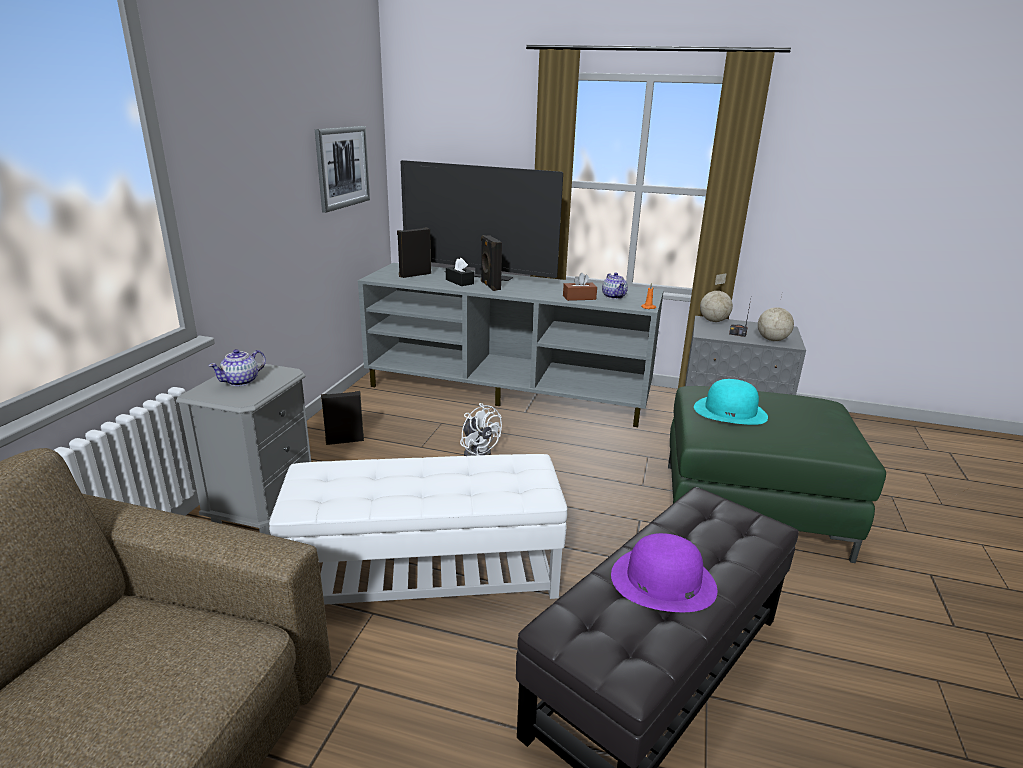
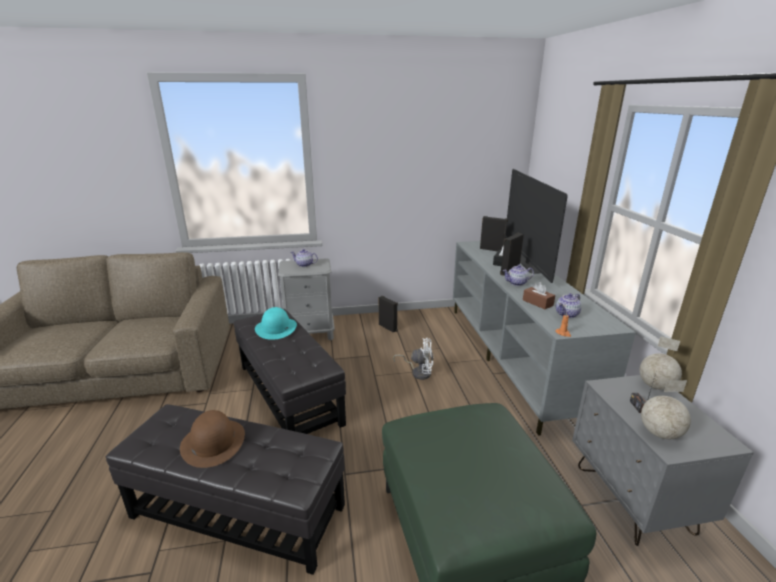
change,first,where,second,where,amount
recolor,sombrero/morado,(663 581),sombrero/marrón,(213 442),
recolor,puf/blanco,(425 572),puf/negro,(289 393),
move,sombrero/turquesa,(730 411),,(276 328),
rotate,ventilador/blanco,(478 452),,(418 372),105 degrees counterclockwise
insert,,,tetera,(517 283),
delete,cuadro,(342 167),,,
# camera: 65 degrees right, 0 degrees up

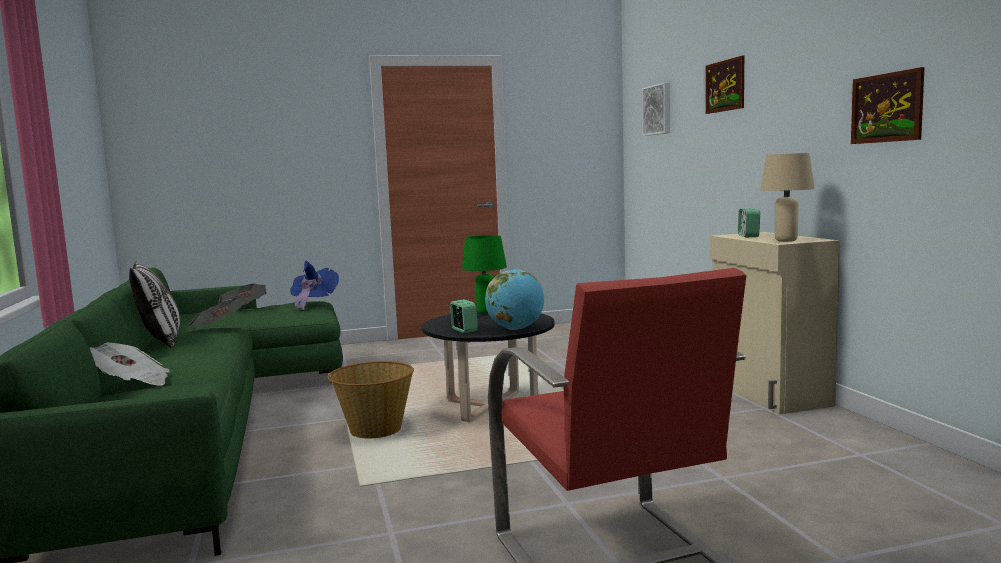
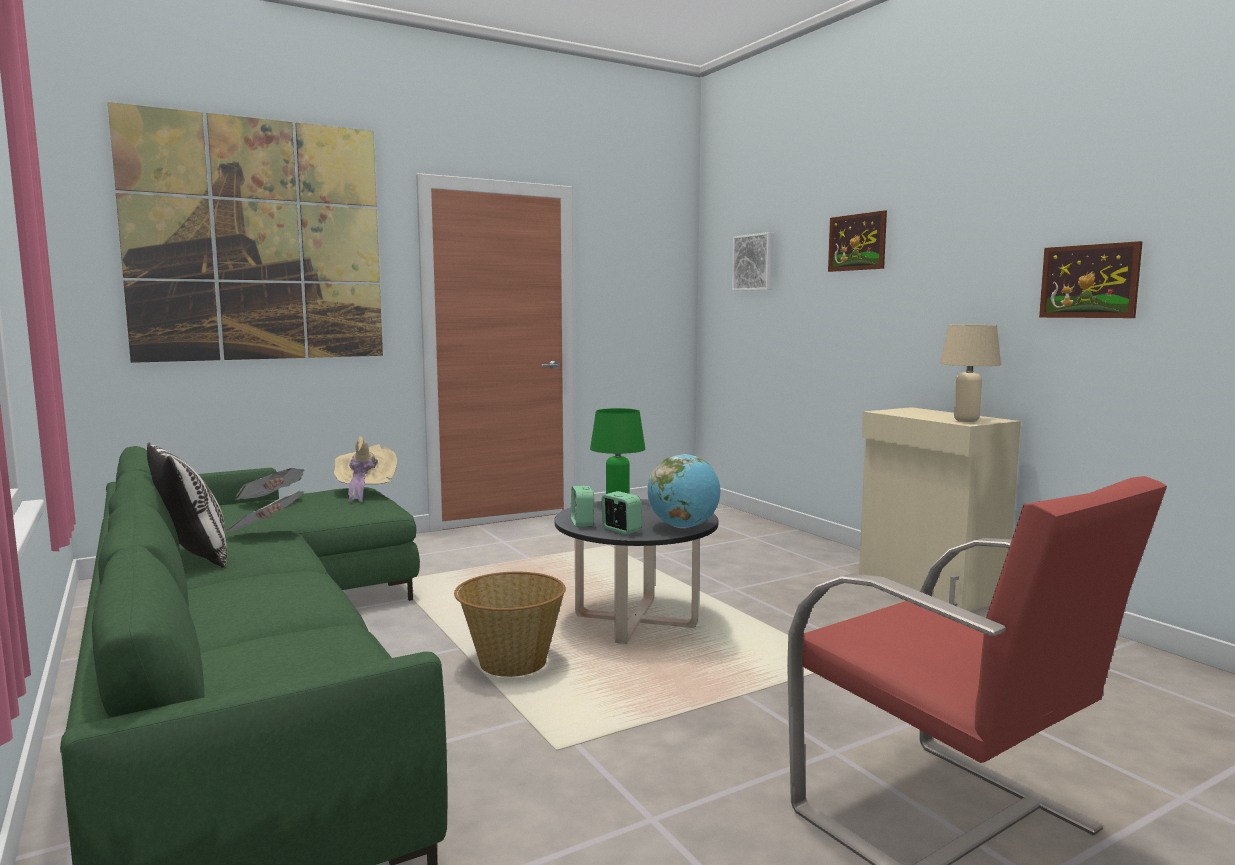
change,first,where,second,where,amount
insert,,,cuadro,(257 241),
recolor,sombrero/azul,(313 304),sombrero/beis,(365 492),
move,despertador,(748 236),,(582 523),
delete,periódico,(131 383),,,
# camera: 15 degrees left, 0 degrees up

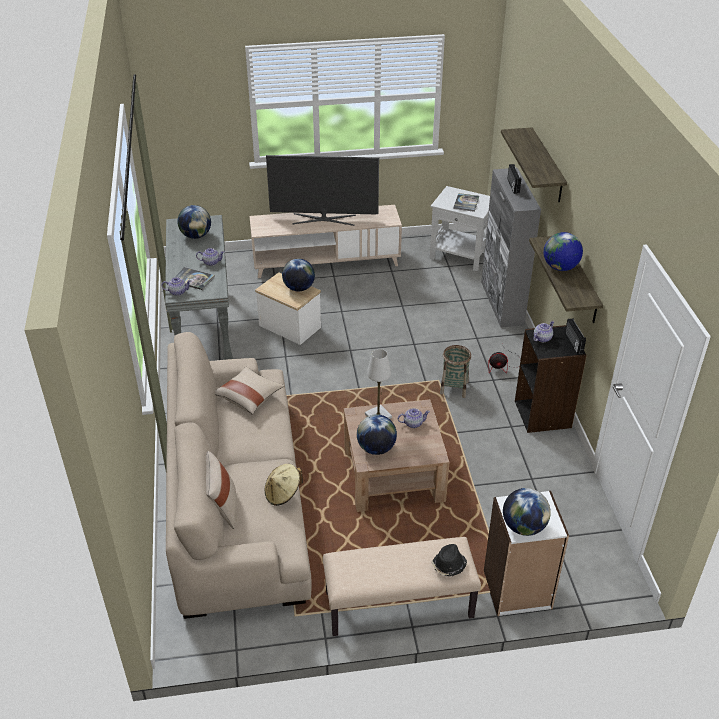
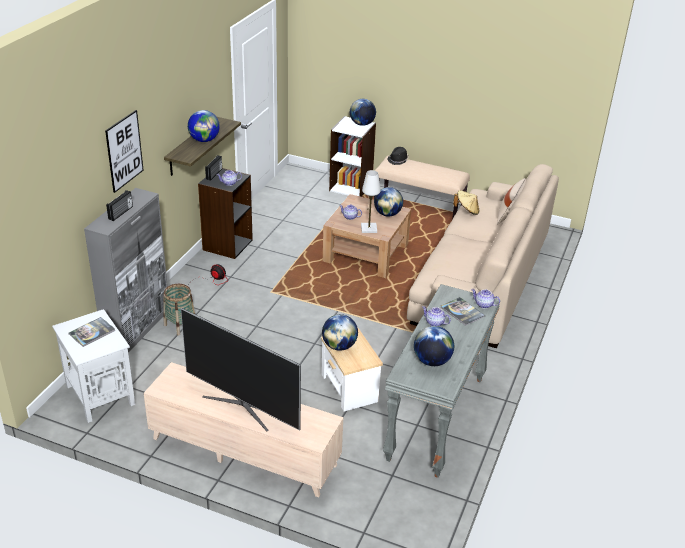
change,first,where,second,where,amount
replace,estante,(547 166),cuadro,(124 151),
move,cesta,(454 388),,(180 325),
delete,cojín/beis,(249 397),,,
# camera: 150 degrees left, 5 degrees down

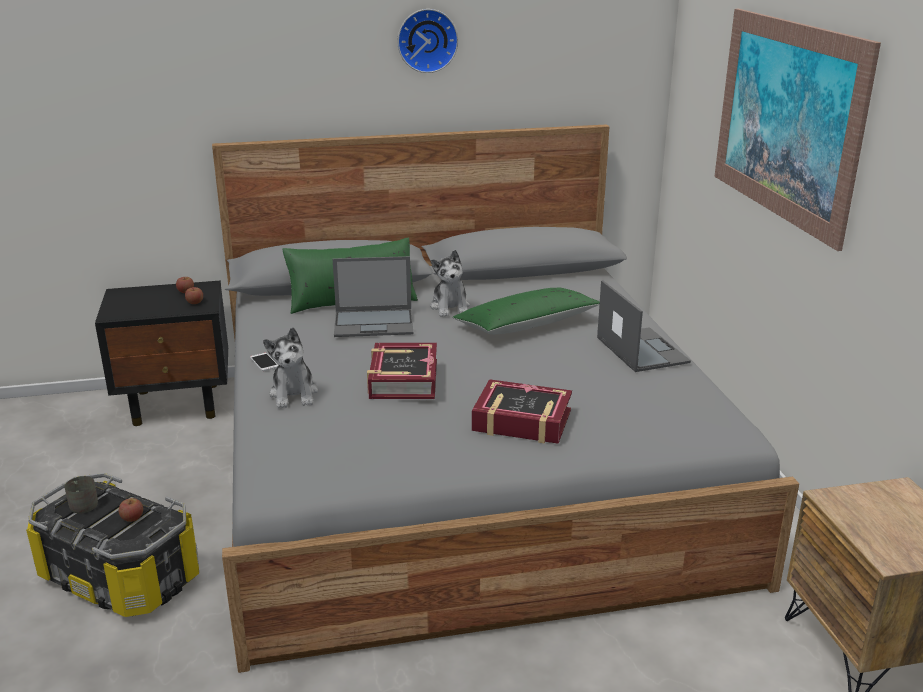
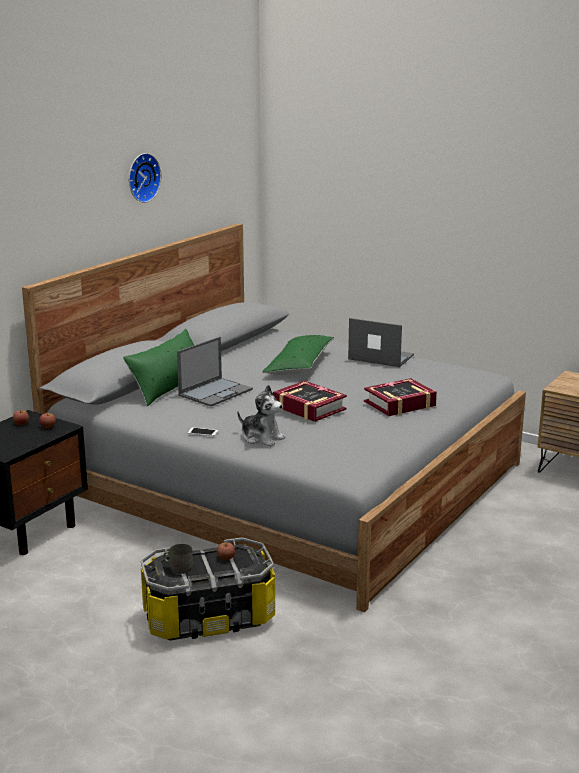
change,first,where,second,where,amount
delete,peluche,(450 307),,,
delete,cuadro,(786 120),,,
# camera: 45 degrees left, 5 degrees down

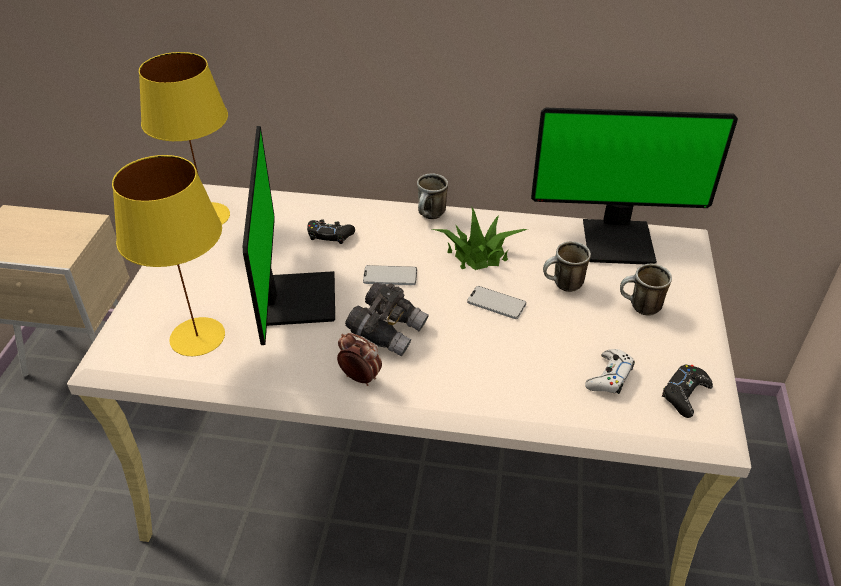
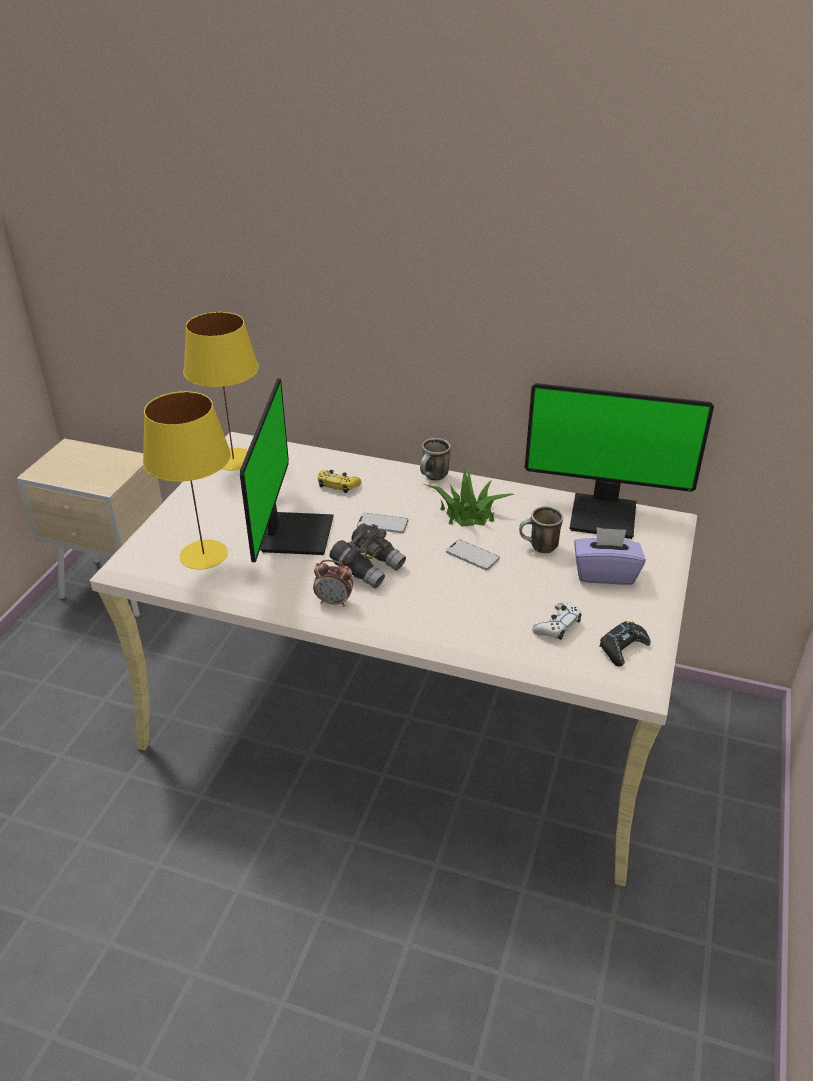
change,first,where,second,where,amount
rotate,despertador,(360 378),,(334 601),150 degrees clockwise
recolor,mando de consola/negro,(330 235),mando de consola/amarillo,(338 485),
replace,taza grande,(639 308),caja de pañuelos/morado,(605 573),
# camera: 10 degrees right, 5 degrees down

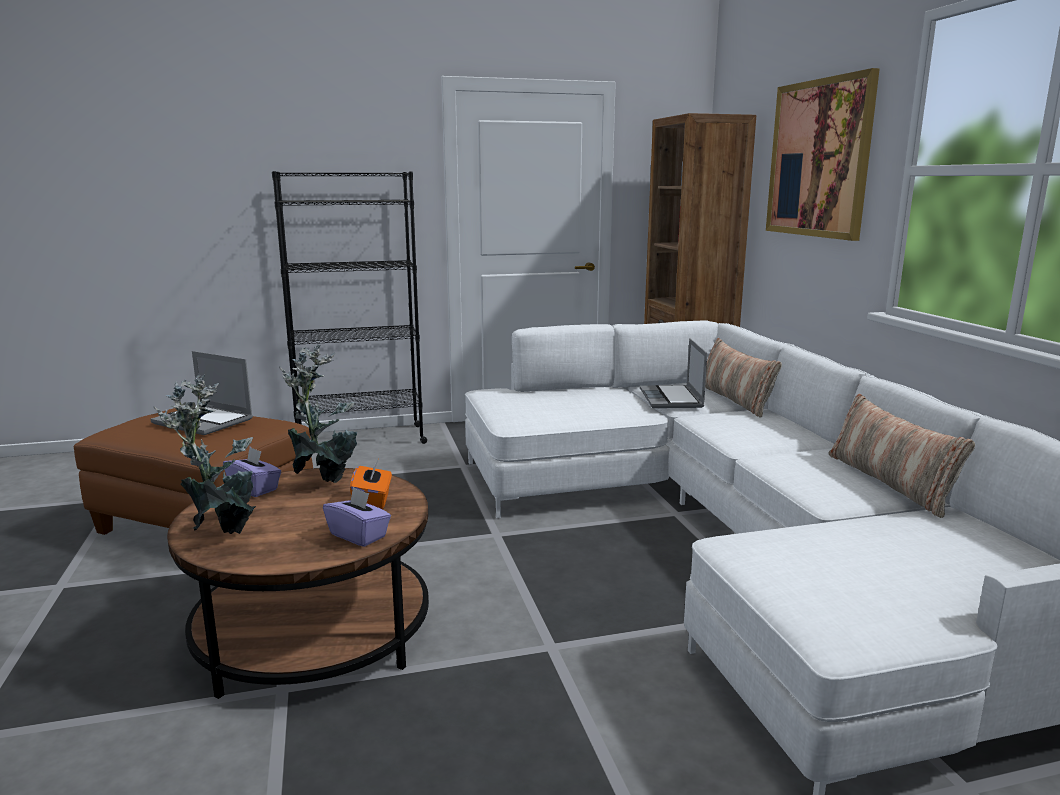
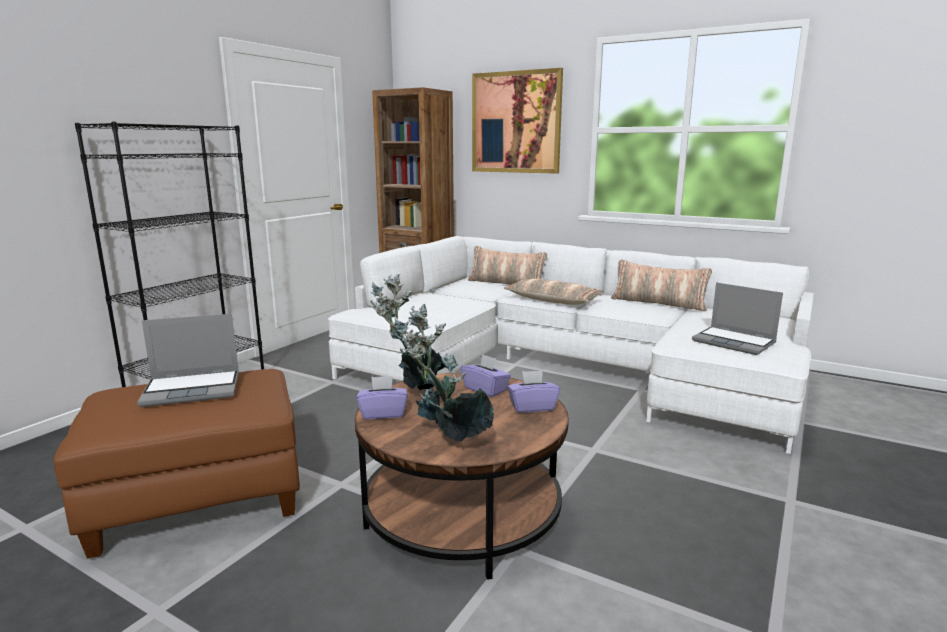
change,first,where,second,where,amount
recolor,caja de pañuelos/naranja,(373 502),caja de pañuelos/morado,(485 389),
insert,,,cojín,(552 300),
move,portátil,(672 399),,(735 342),
# camera: 45 degrees left, 0 degrees up

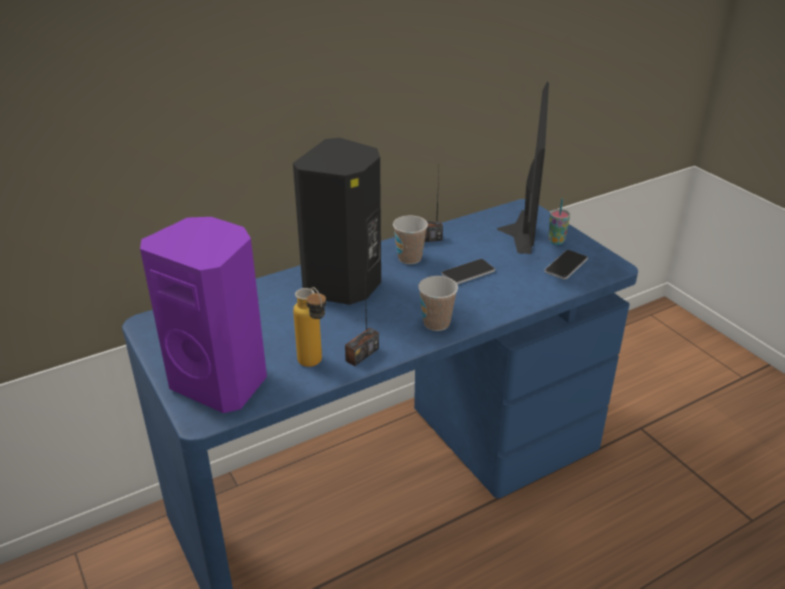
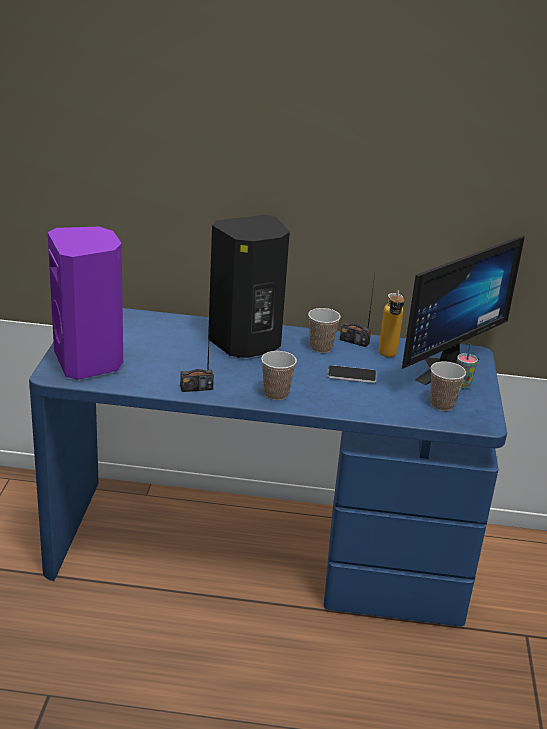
change,first,where,second,where,amount
move,botella,(314 365),,(388 357),
replace,móvil,(566 265),taza,(442 405),
# camera: 35 degrees right, 5 degrees down

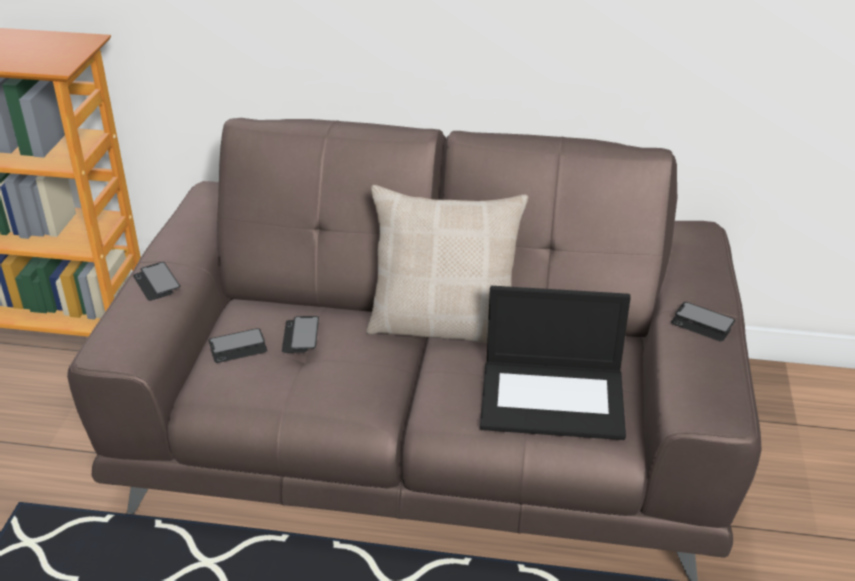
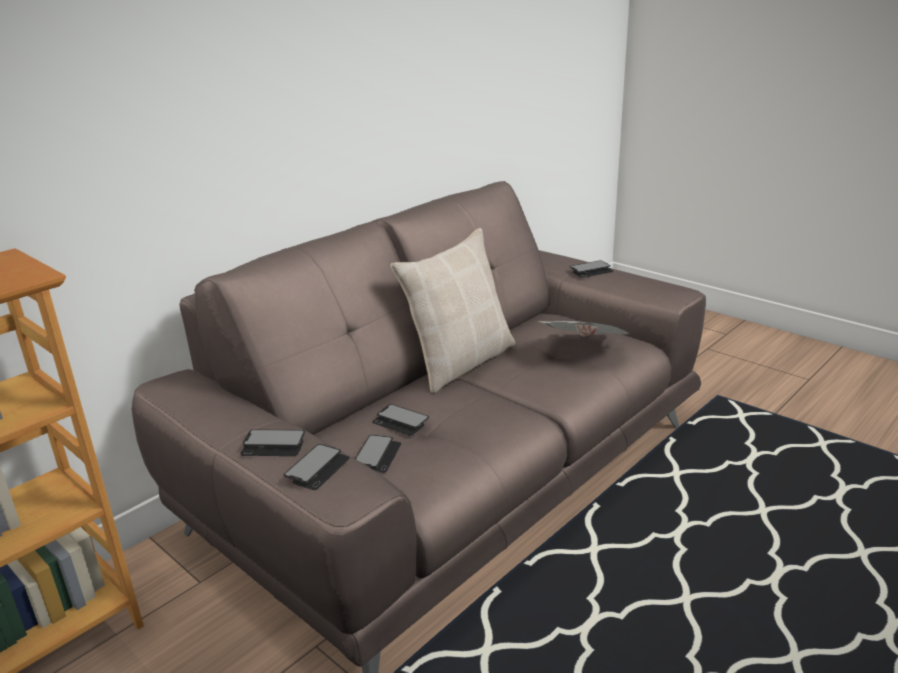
change,first,where,second,where,amount
insert,,,móvil,(317 468),
replace,portátil,(554 399),periódico,(584 350),
# camera: 55 degrees left, 10 degrees down

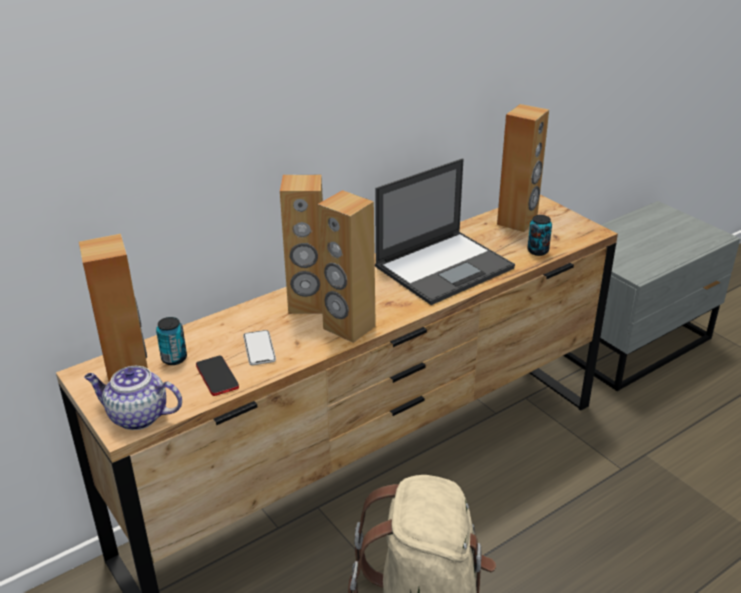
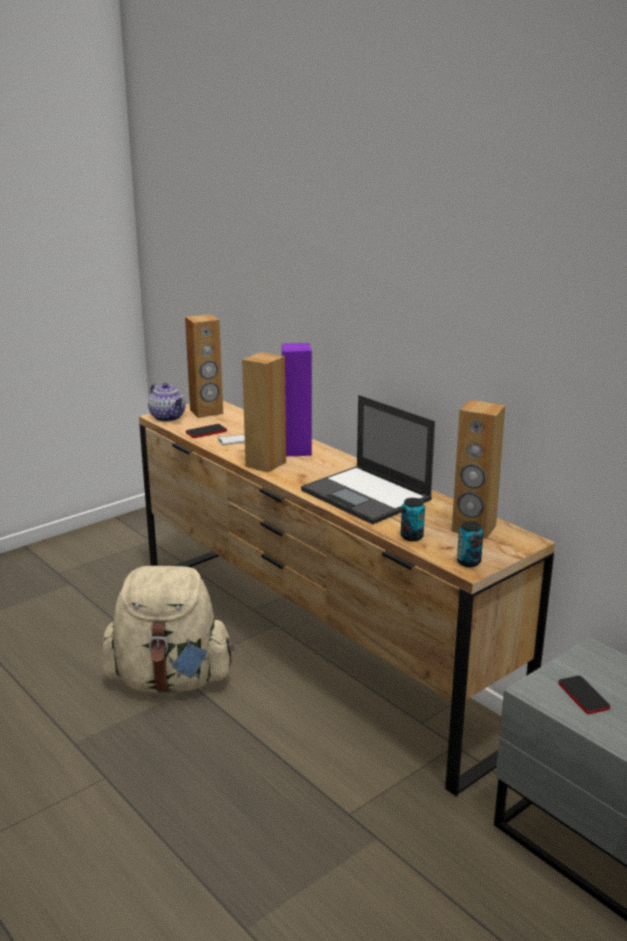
change,first,where,second,where,amount
rotate,tetera,(136 416),,(168 417),135 degrees clockwise
recolor,altavoz/marrón,(308 304),altavoz/morado,(296 450),
move,lata,(174 358),,(468 562),
insert,,,móvil,(583 696),
# camera: 85 degrees right, 10 degrees down

